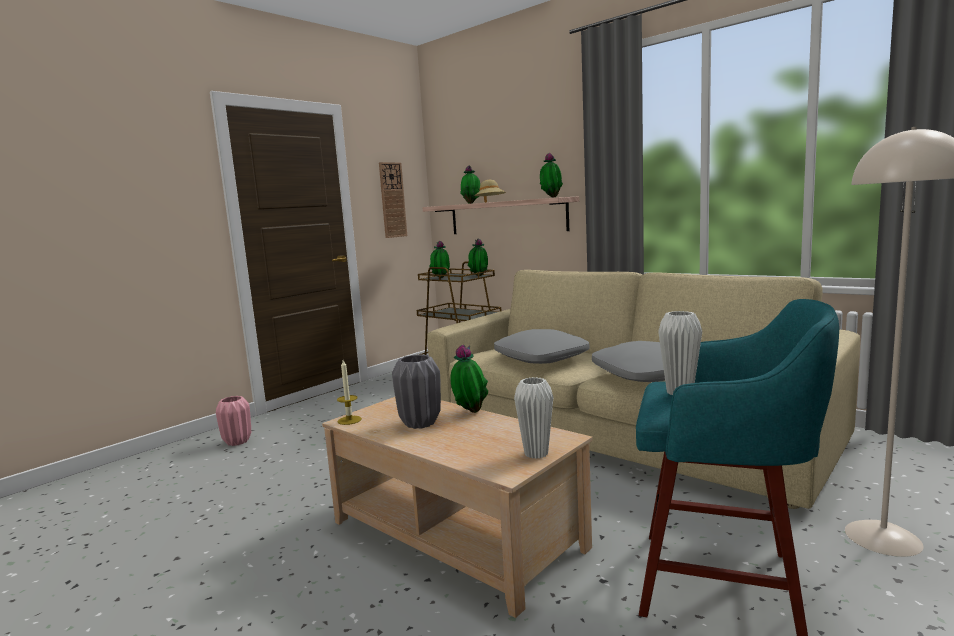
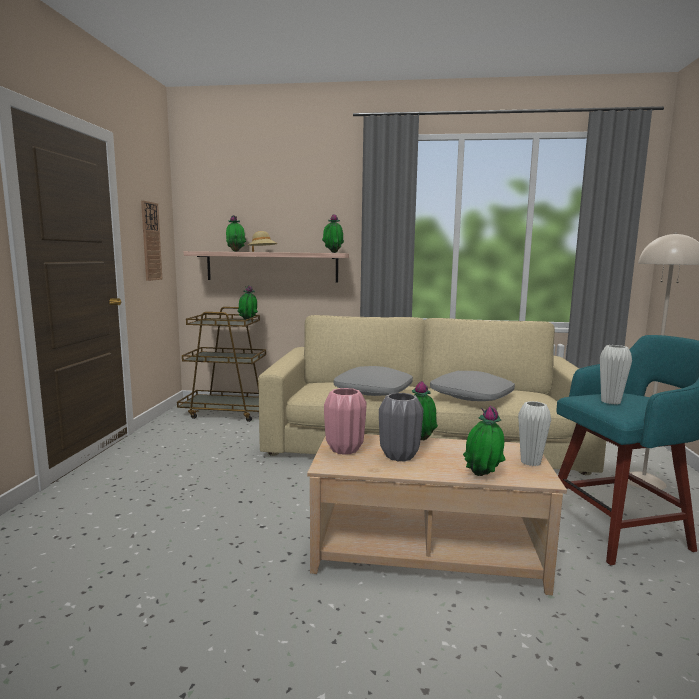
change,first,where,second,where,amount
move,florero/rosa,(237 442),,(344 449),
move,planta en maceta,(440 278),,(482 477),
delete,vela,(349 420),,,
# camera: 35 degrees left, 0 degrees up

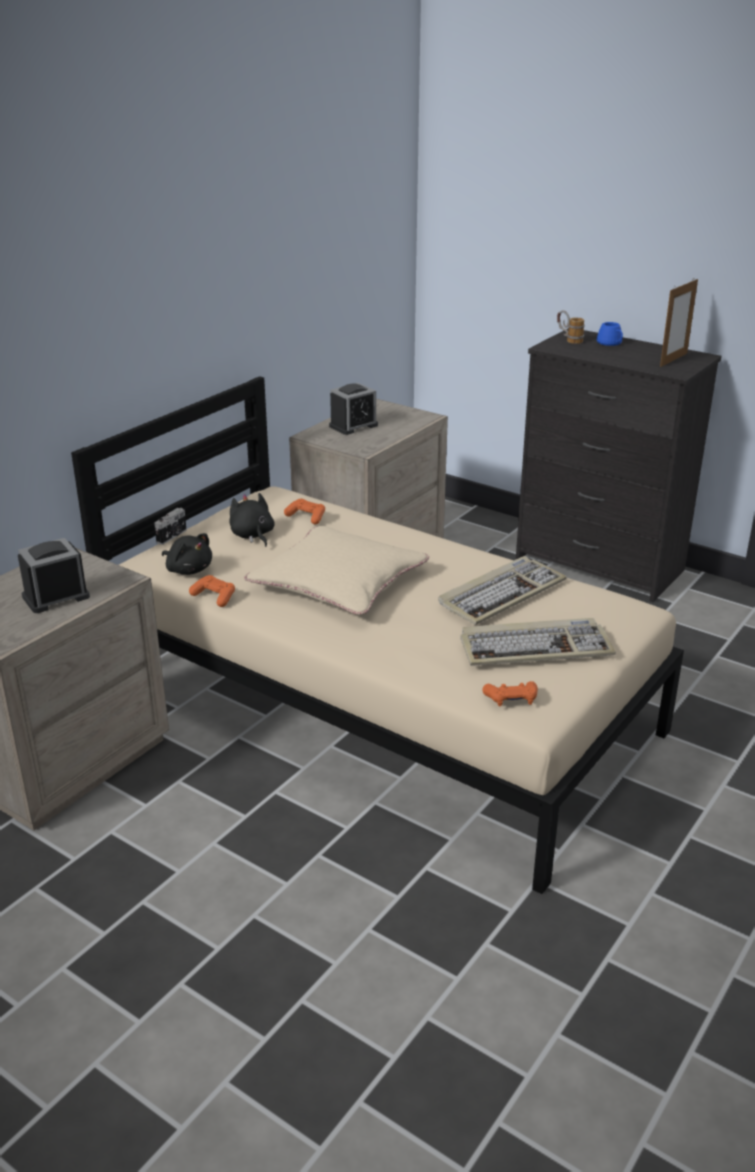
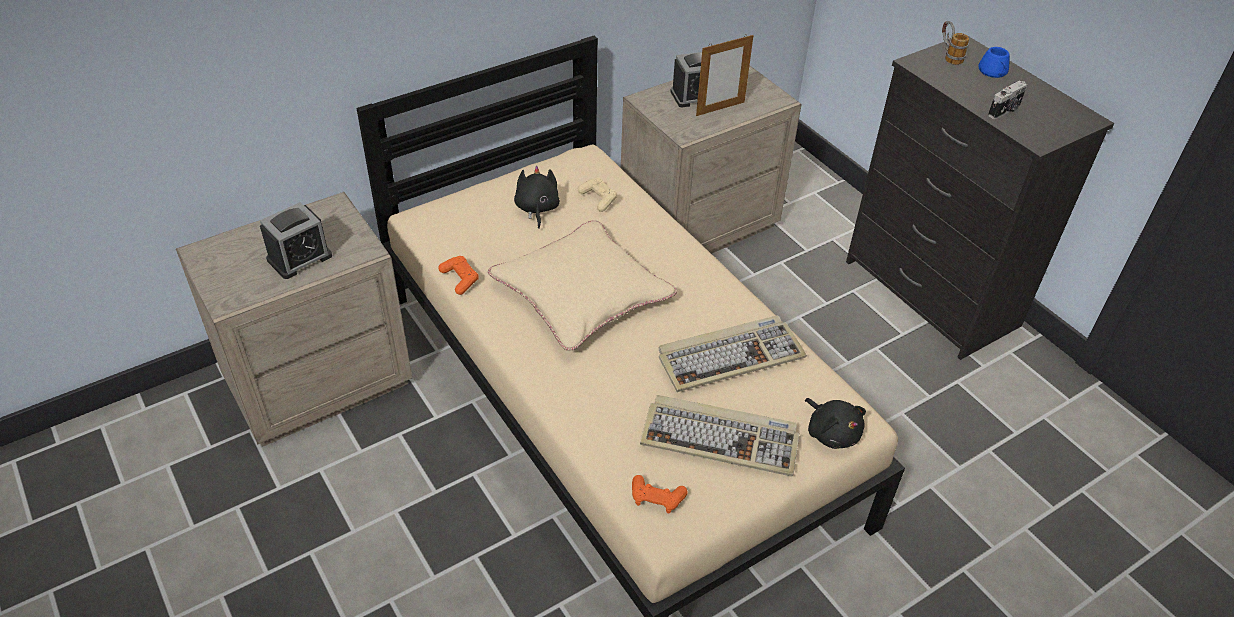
change,first,where,second,where,amount
rotate,despertador,(56 597),,(299 258),150 degrees clockwise
recolor,mando de consola/naranja,(306 517),mando de consola/beis,(598 199),
move,portarretratos,(673 360),,(720 108),
move,peluche/negro,(188 569),,(831 432),
move,cámara,(173 536),,(1005 111),
# camera: 20 degrees right, 15 degrees up

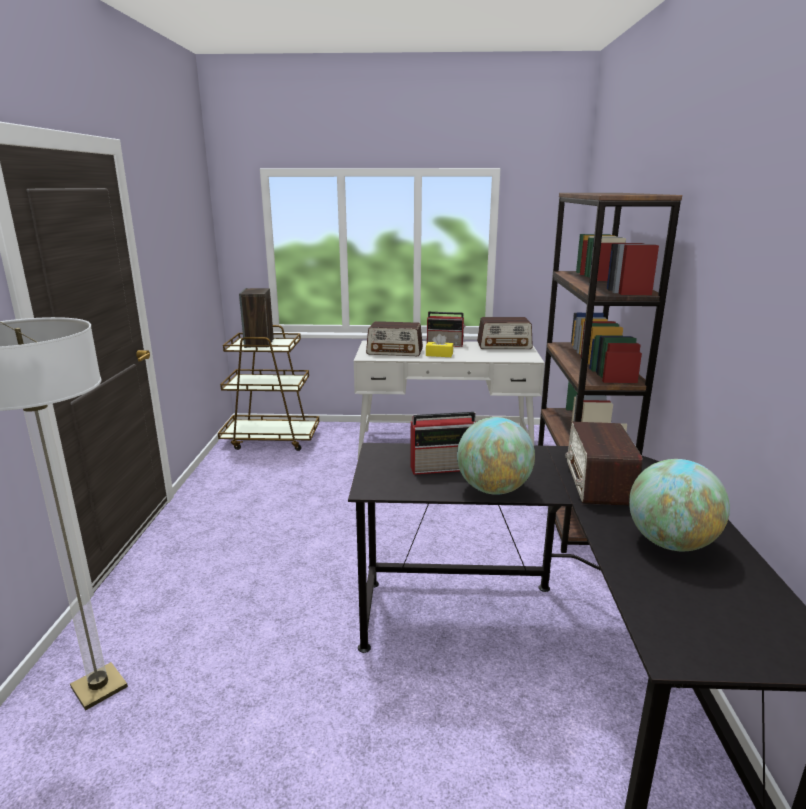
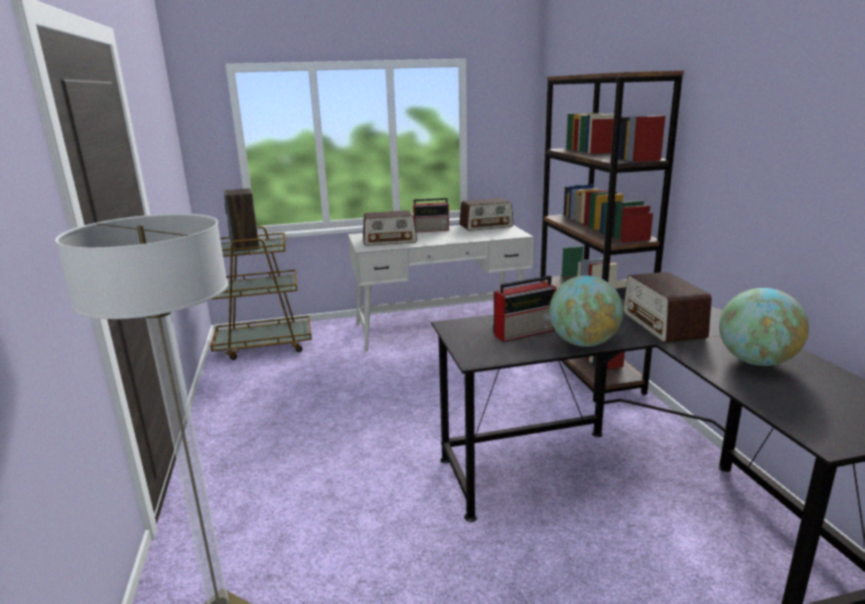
change,first,where,second,where,amount
delete,caja de pañuelos/amarillo,(439 355),,,
# camera: 15 degrees left, 0 degrees up

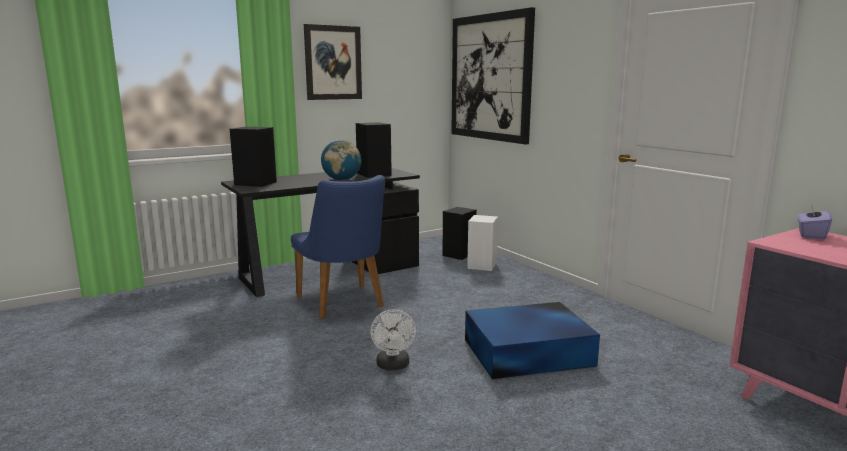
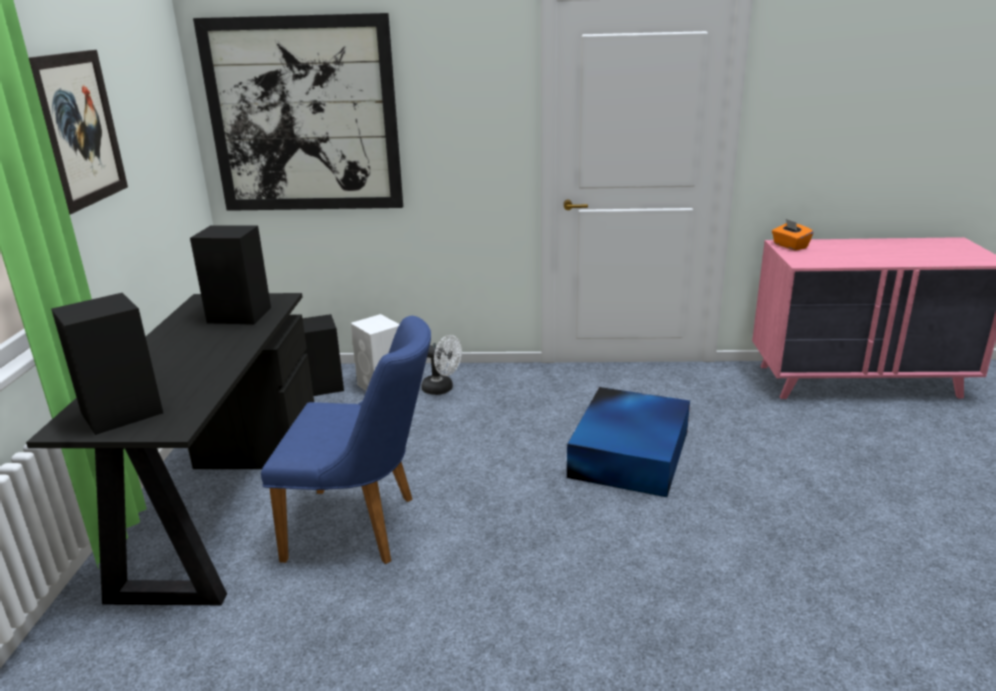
change,first,where,second,where,amount
move,ventilador/blanco,(393 366),,(442 389),
recolor,caja de pañuelos/morado,(811 235),caja de pañuelos/naranja,(790 246),
delete,globo terráqueo,(342 180),,,
# camera: 55 degrees left, 10 degrees up

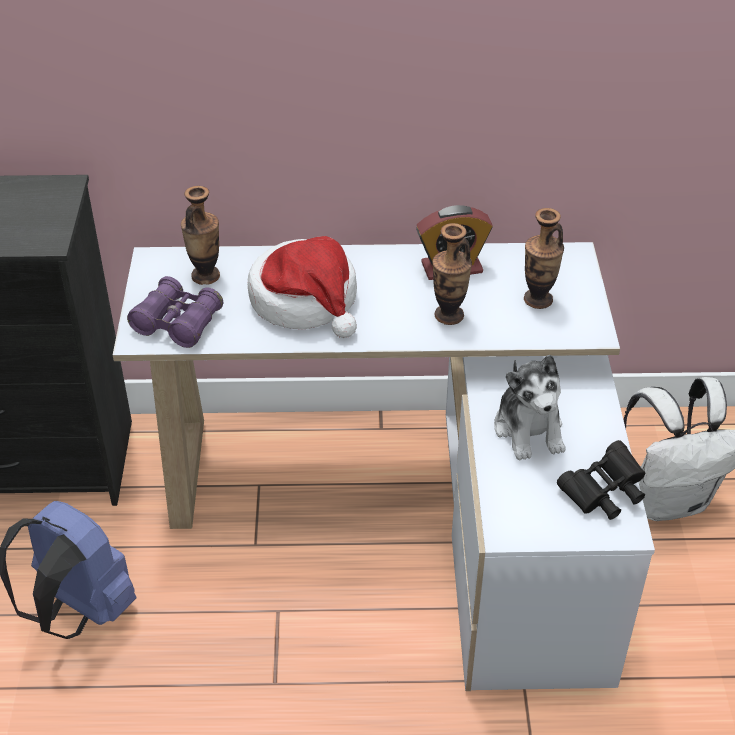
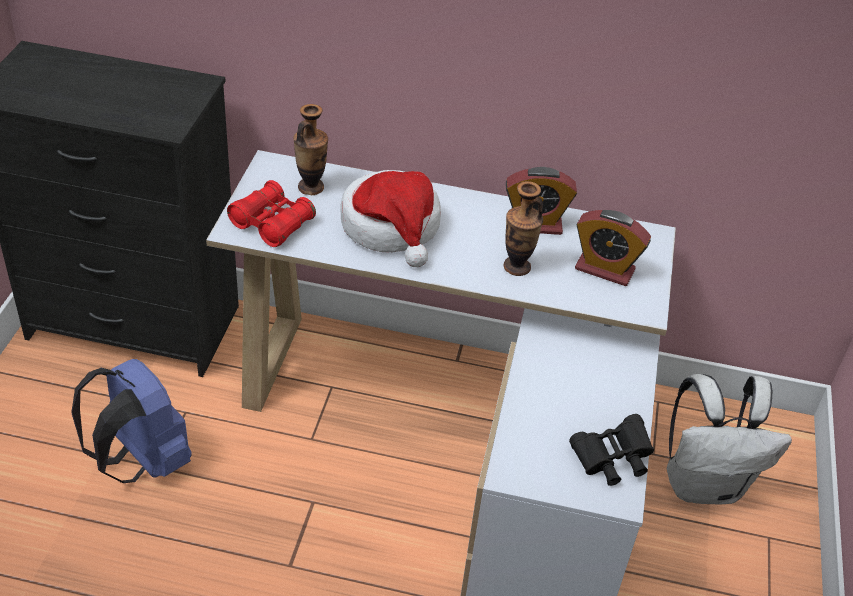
change,first,where,second,where,amount
recolor,prismáticos/morado,(177 323),prismáticos/rojo,(272 224),
replace,florero,(538 299),despertador,(604 269),
delete,peluche,(529 429),,,
# camera: 10 degrees right, 0 degrees up

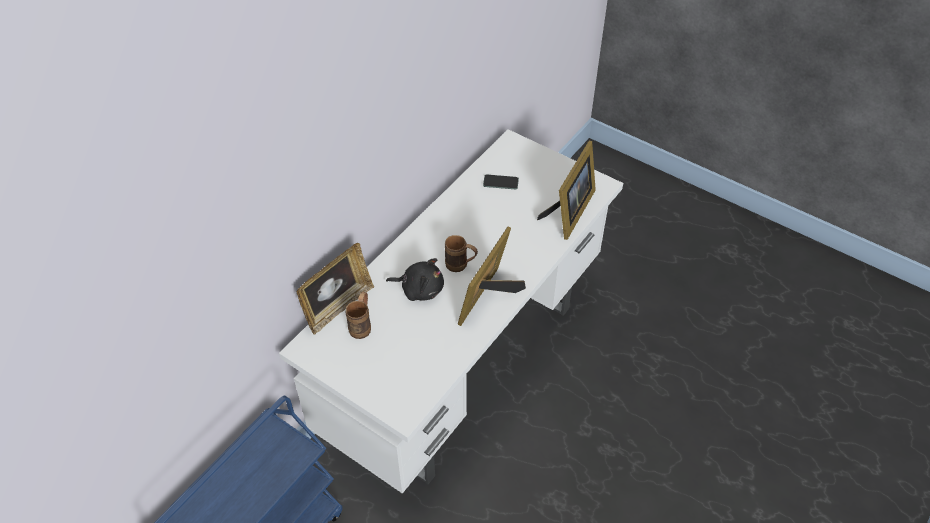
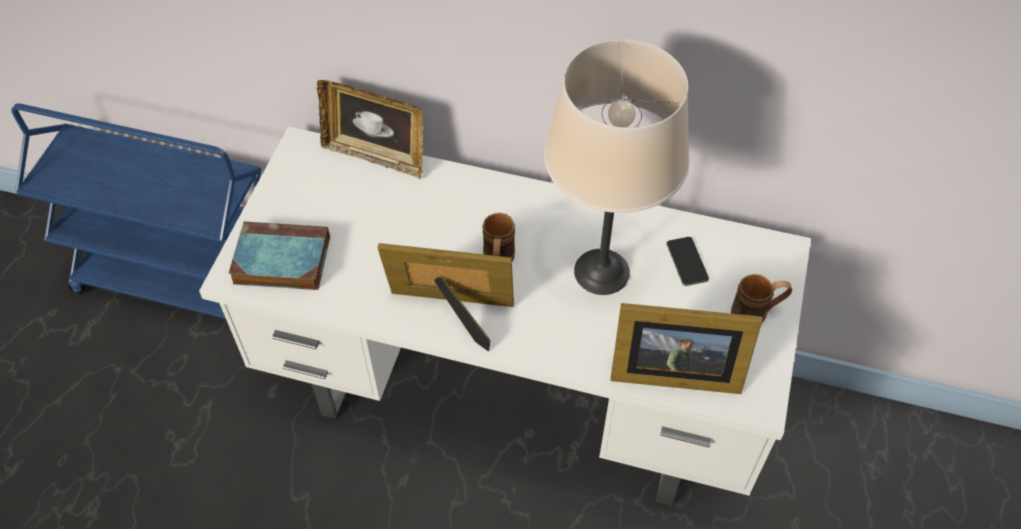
change,first,where,second,where,amount
insert,,,libro,(279 261),
insert,,,lámpara de mesa/beis,(601 271),
move,taza grande/marrón,(362 325),,(756 315),
delete,peluche/negro,(420 289),,,
# camera: 70 degrees right, 5 degrees up

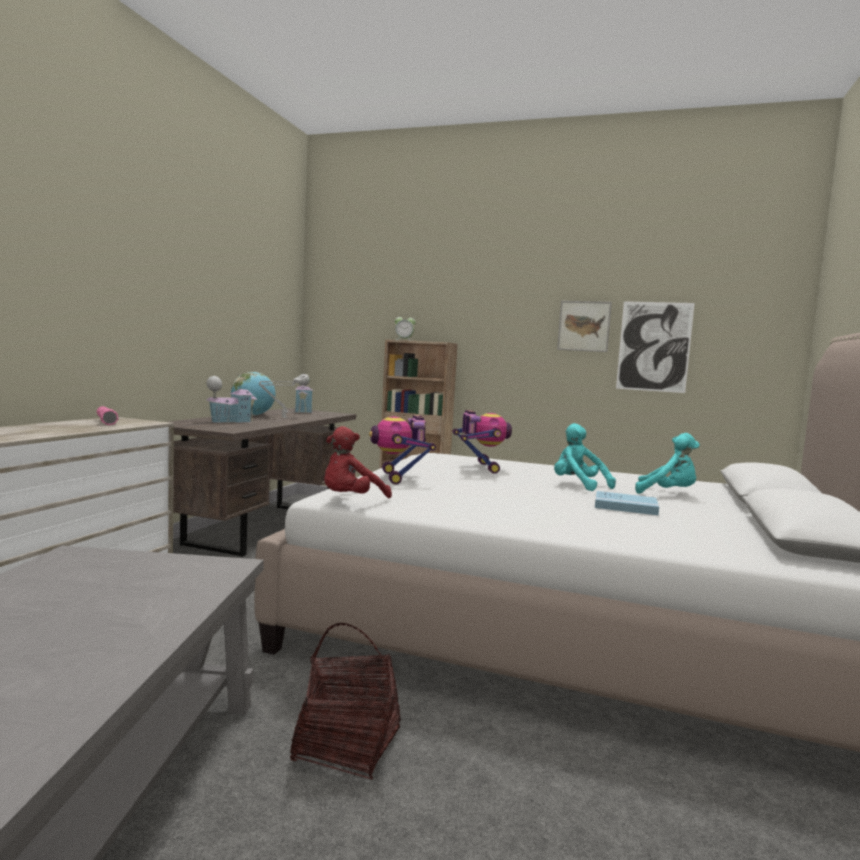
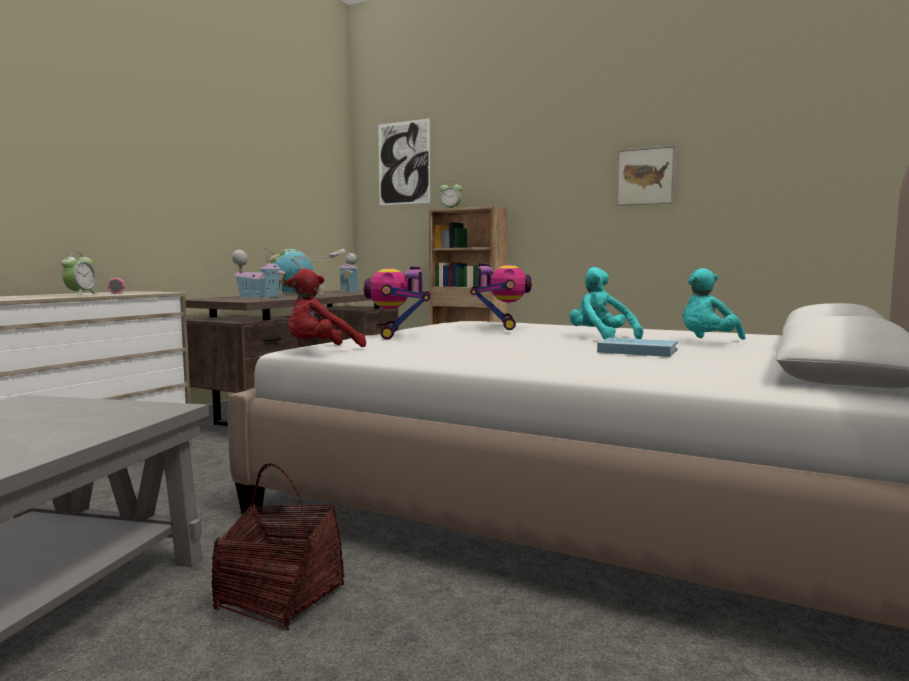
change,first,where,second,where,amount
insert,,,despertador,(80 294),
move,cuadro,(654 346),,(404 163),
rotate,peluche/turquesa,(667 493),,(707 342),105 degrees clockwise
# camera: 10 degrees right, 0 degrees up

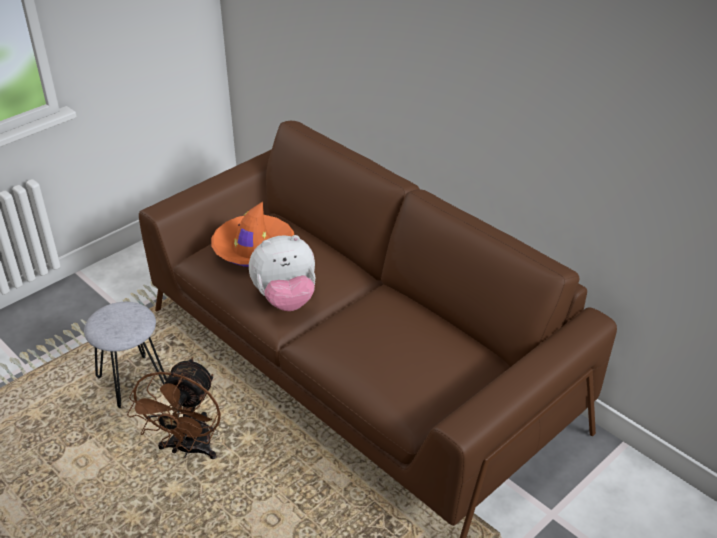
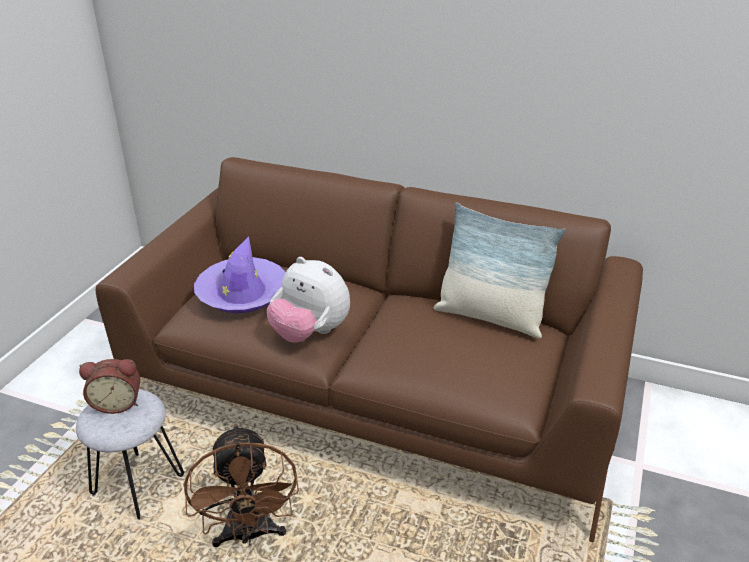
change,first,where,second,where,amount
insert,,,despertador,(117 403),
recolor,sombrero/naranja,(253 248),sombrero/morado,(242 293),
rotate,peluche,(285 300),,(310 333),75 degrees clockwise
insert,,,cojín,(490 317),
# camera: 25 degrees left, 5 degrees down

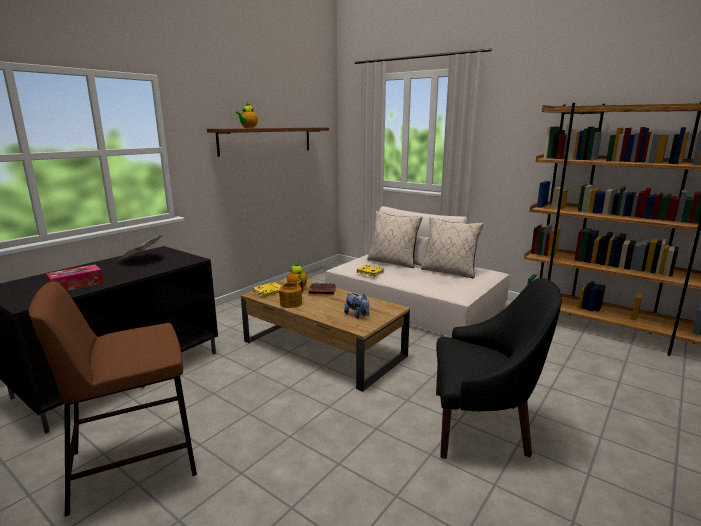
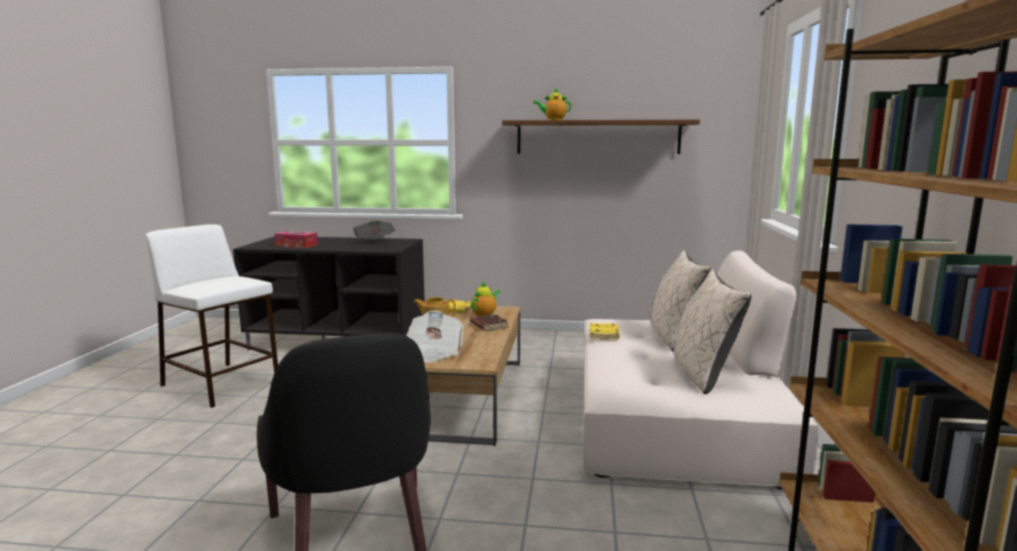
change,first,where,second,where,amount
recolor,taburete/marrón,(135 462),taburete/blanco,(222 384),
replace,peluche,(357 315),periódico,(435 352),
# camera: 60 degrees right, 5 degrees down

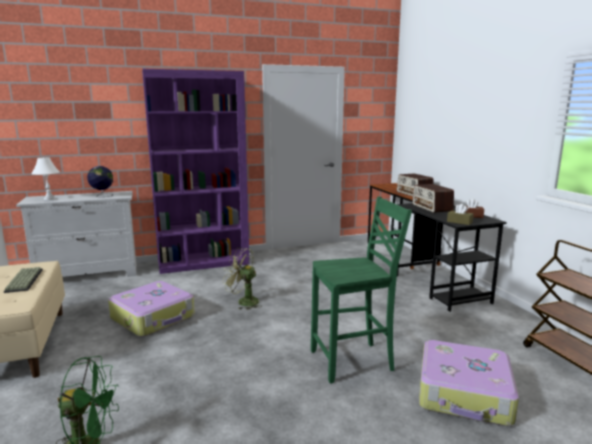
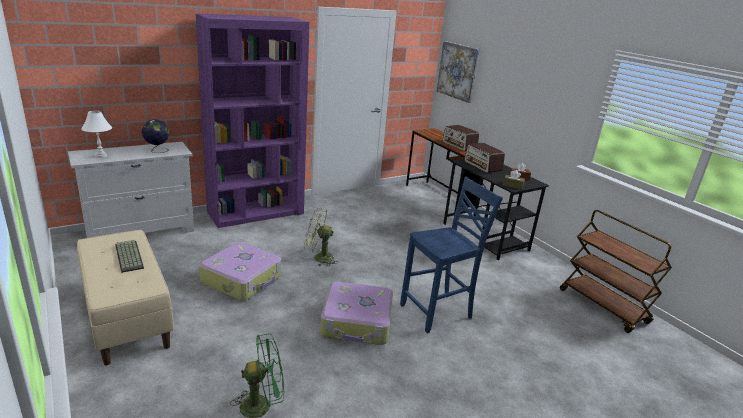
change,first,where,second,where,amount
move,maleta,(464 394),,(357 323),
recolor,silla/verde,(354 361),silla/azul,(438 312),
insert,,,cuadro,(458 71),
# camera: 15 degrees left, 10 degrees up

